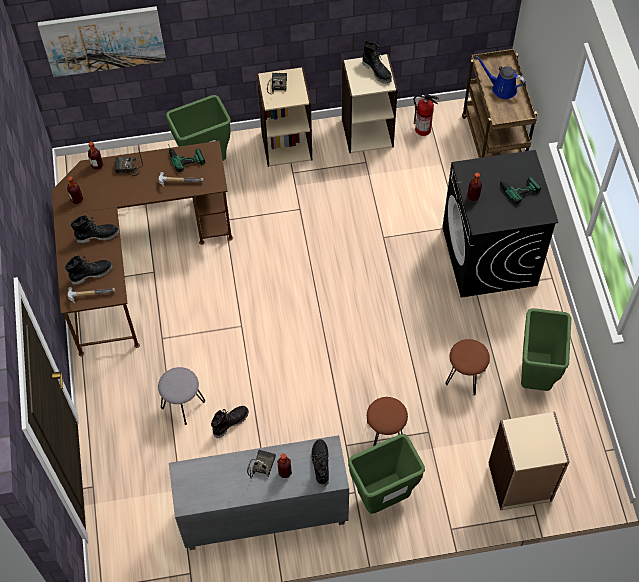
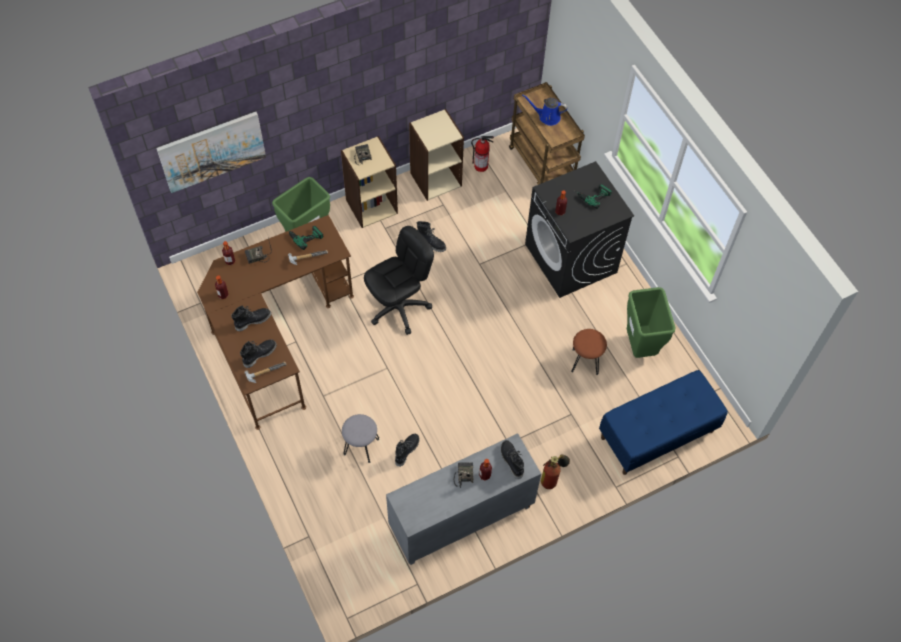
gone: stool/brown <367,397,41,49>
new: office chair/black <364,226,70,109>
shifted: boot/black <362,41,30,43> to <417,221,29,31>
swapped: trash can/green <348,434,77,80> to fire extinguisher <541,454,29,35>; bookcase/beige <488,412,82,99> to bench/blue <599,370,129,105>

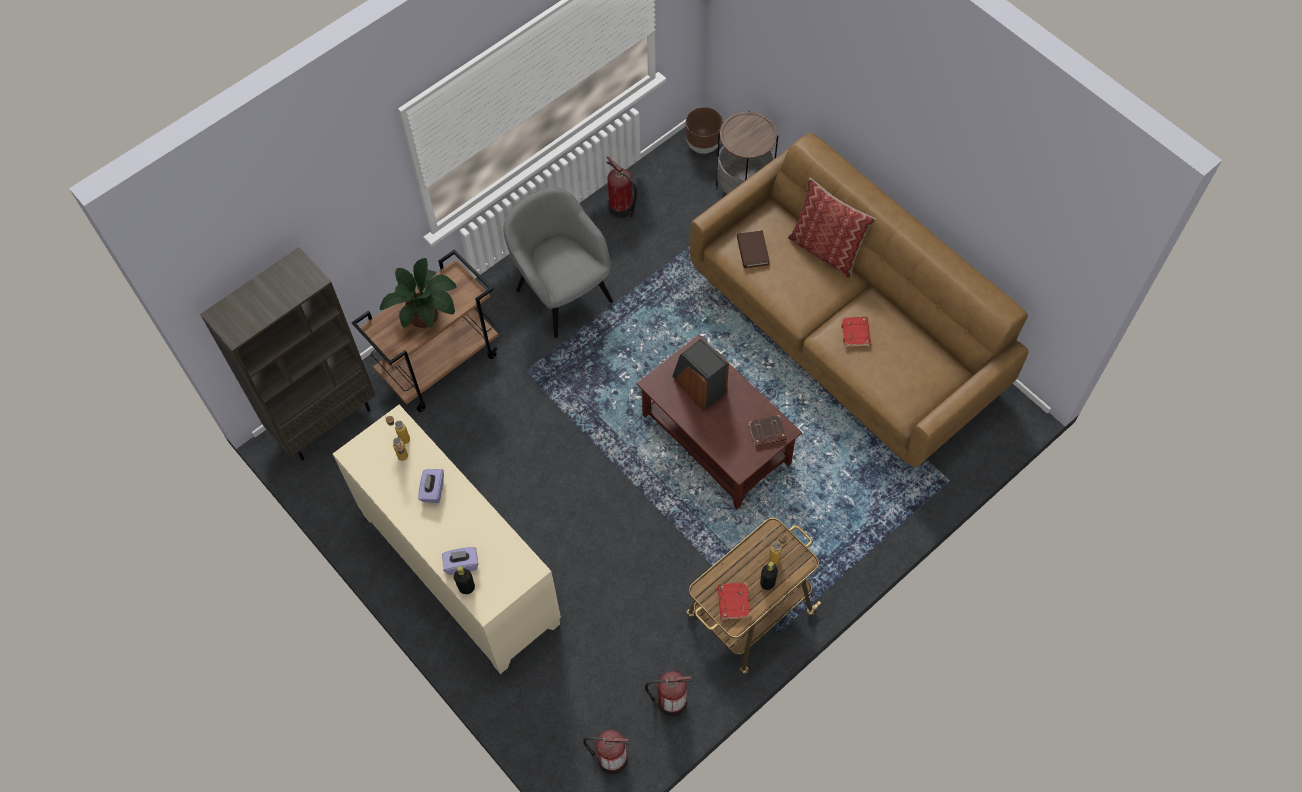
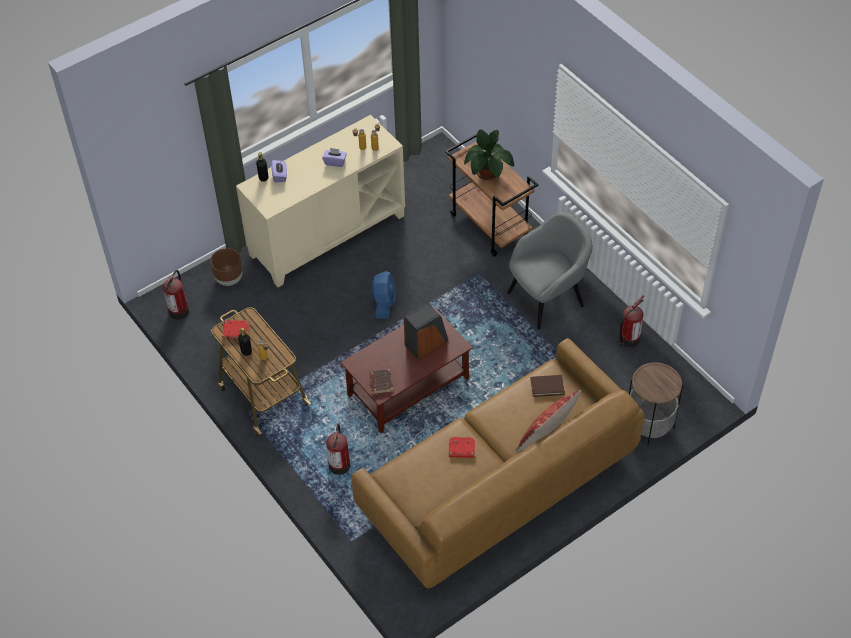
gone: bookcase/brown <200,247,176,214>
new: fan/blue <371,271,25,48>
shifted: planter/brown <685,107,38,47> to <210,248,33,38>; fire extinguisher <645,671,47,46> to <326,423,24,52>

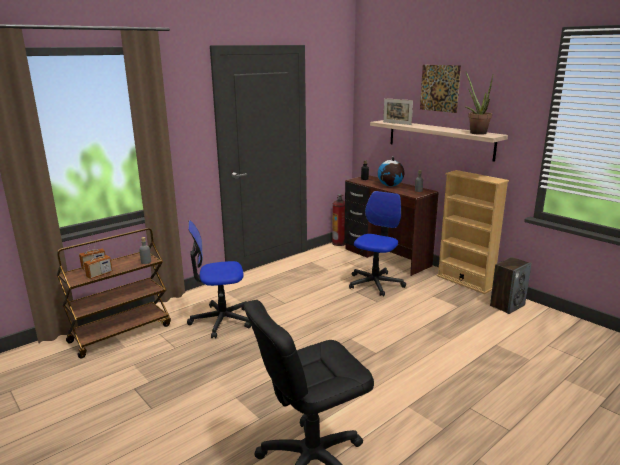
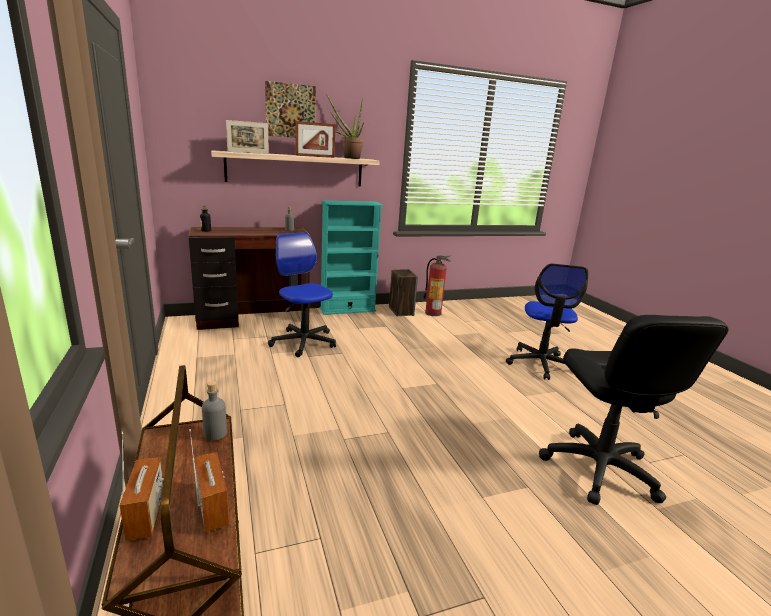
gone: globe <378,157,26,29>
new: picture frame <295,121,40,37>
shifted: fire extinguisher <332,194,13,52> to <423,255,27,61>; office chair <187,220,64,118> to <506,264,82,116>
repainted: bookcase/beige <437,170,72,124> to bookcase/turquoise <320,200,63,115>

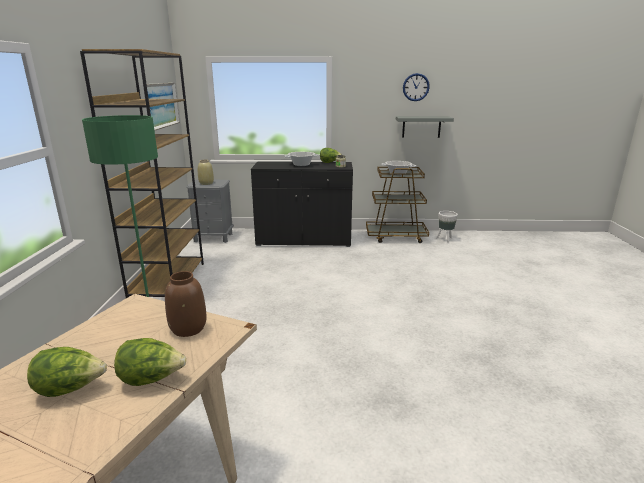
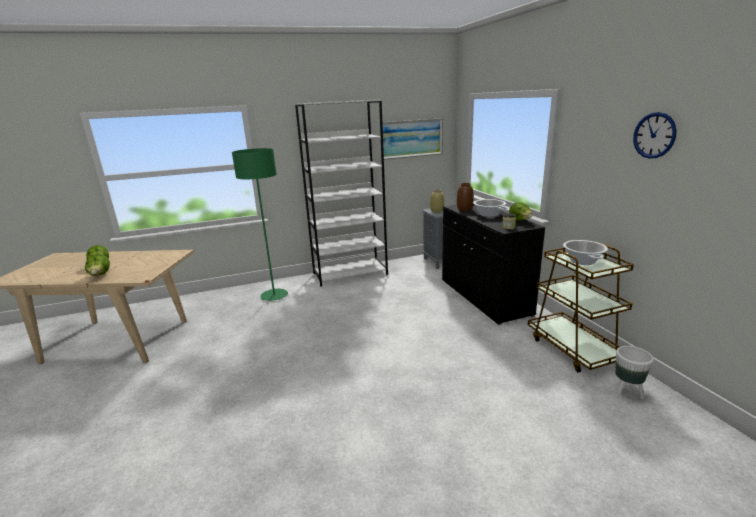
gone: shelf/grey <396,116,58,22>
shifted: vase/brown <165,271,42,66> to <457,183,17,28>
repainted: bookcase/brown <80,49,124,249> to bookcase/white <295,100,93,187>

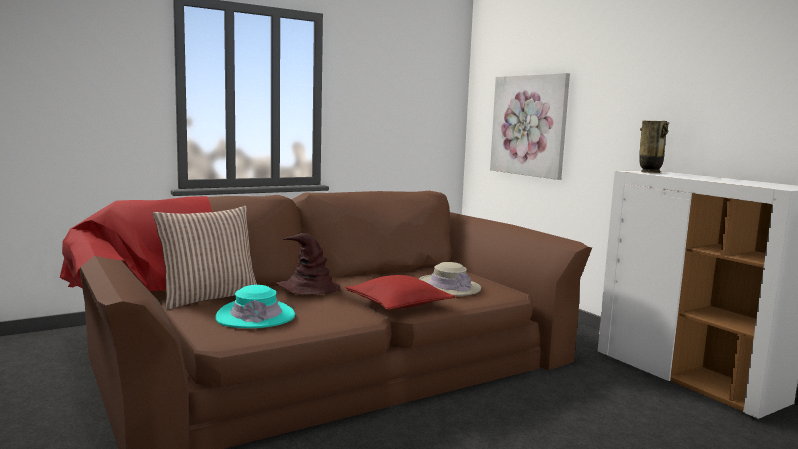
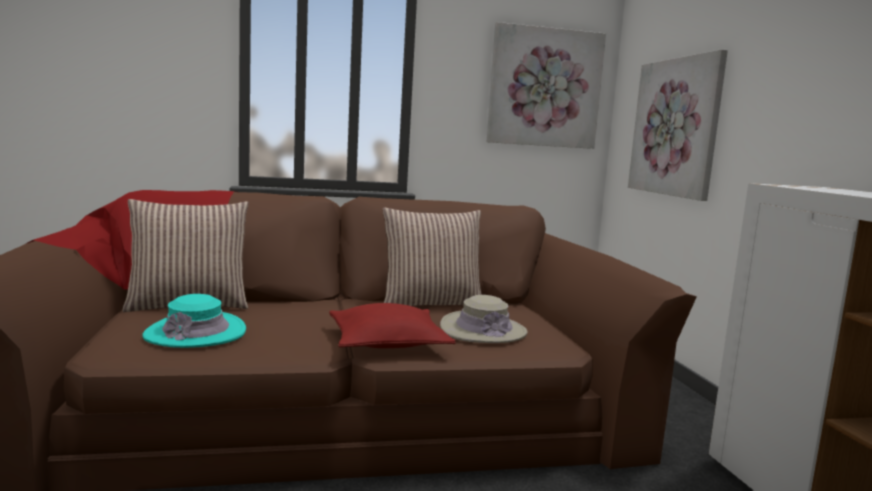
gone: hat/brown <276,233,64,62>; vase <639,121,30,52>
new: pillow <383,208,99,98>; picture <487,22,119,127>

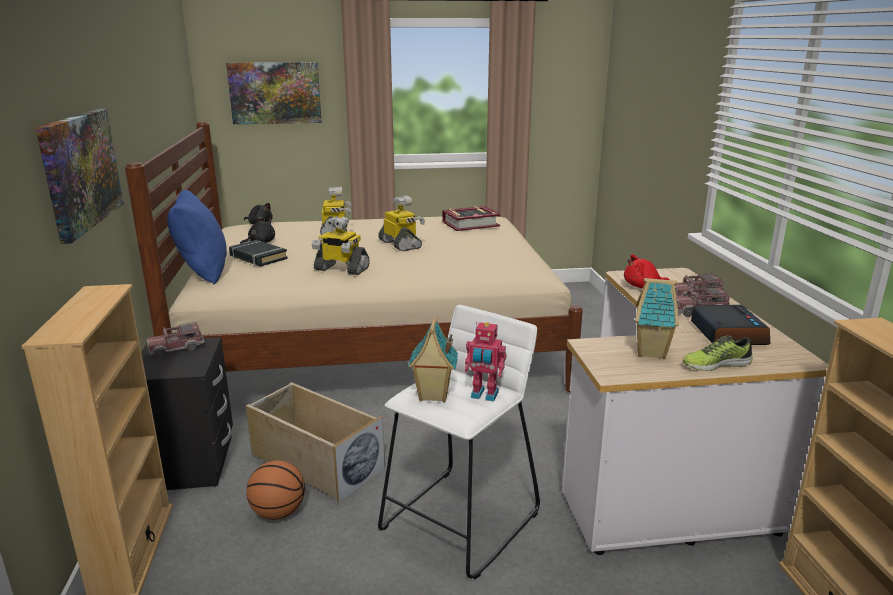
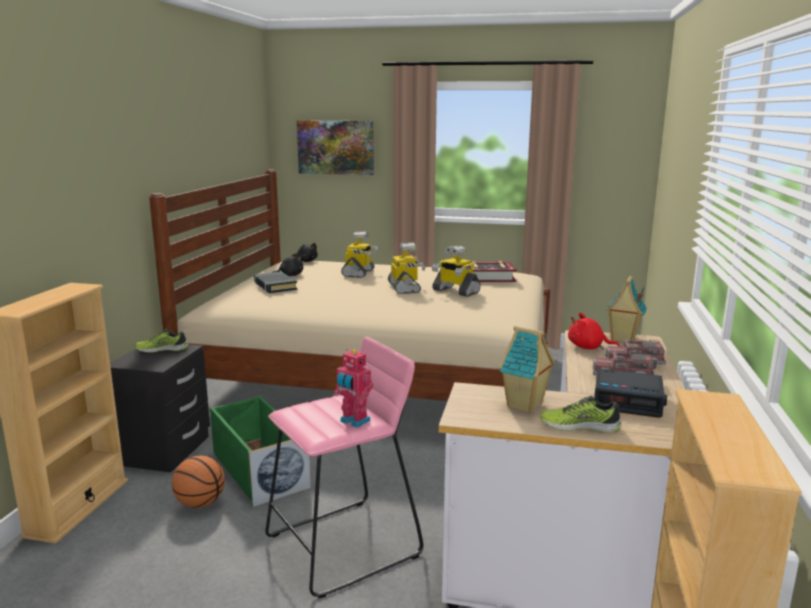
gone: picture <36,109,88,135>; pillow/blue <167,190,60,95>
shifted: toy robot <312,216,58,59> to <432,245,49,52>; toy house <408,317,50,85> to <605,276,42,65>
swapped: toy truck <147,322,58,35> to shoe <135,329,54,24>
repainted: storage box/beige <246,382,139,121> to storage box/green <210,396,101,111>; stool/white <378,305,162,274> to stool/pink <265,337,158,261>
rotated: alarm clock <691,305,79,40> = <594,368,73,50> 90 degrees clockwise

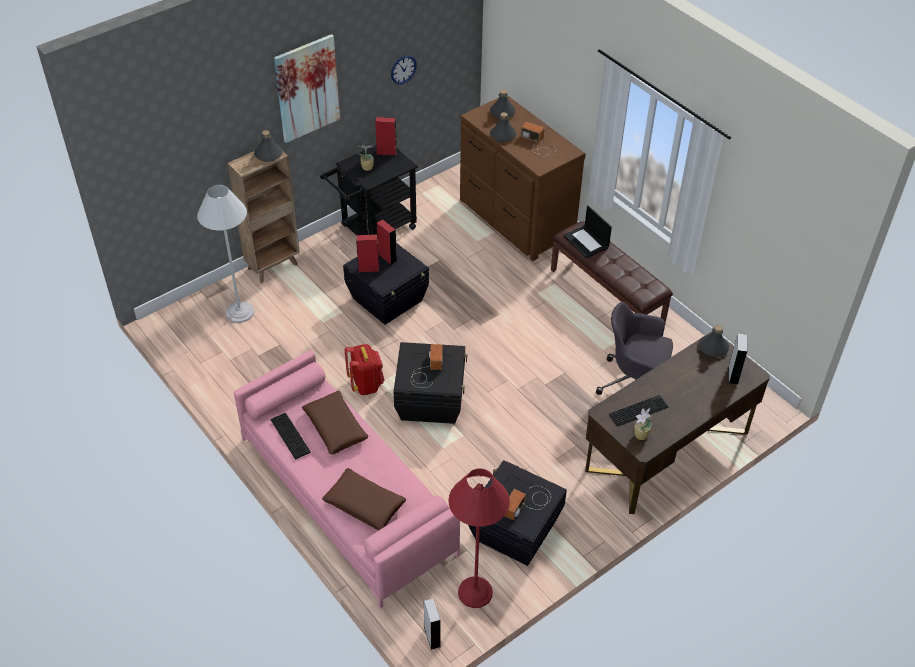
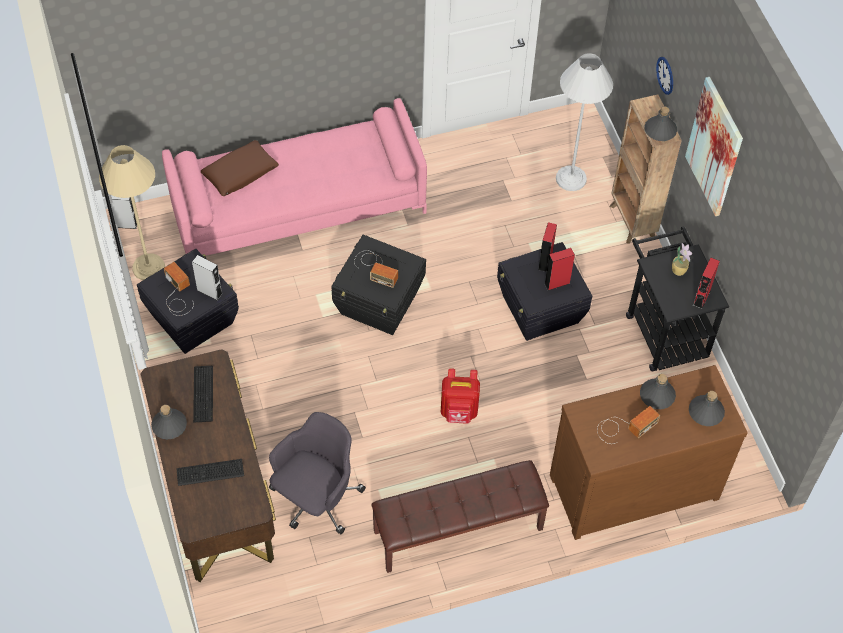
gone: pillow/brown <302,391,67,64>; laptop <563,205,49,53>; potted plant <634,408,18,32>
shifted: bottle/grey <699,325,30,32> to <151,405,36,35>; keyboard <271,413,40,47> to <176,459,68,27>; speaker/grey <728,334,19,51> to <192,255,31,46>; backpack/red <345,344,40,51> to <441,368,39,56>; wall clock <391,56,26,28> to <656,57,17,38>
repainted: floor lamp/red <448,468,62,140> to floor lamp/beige <99,145,66,136>

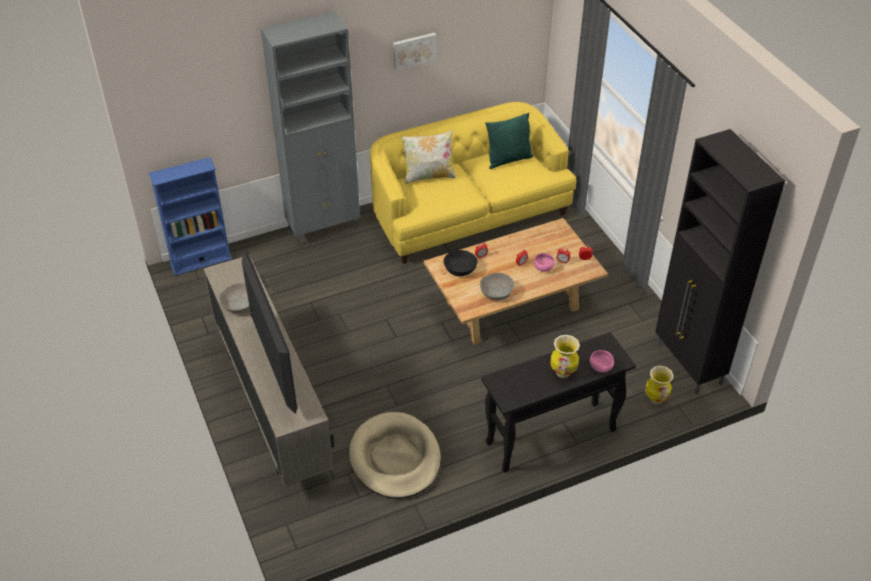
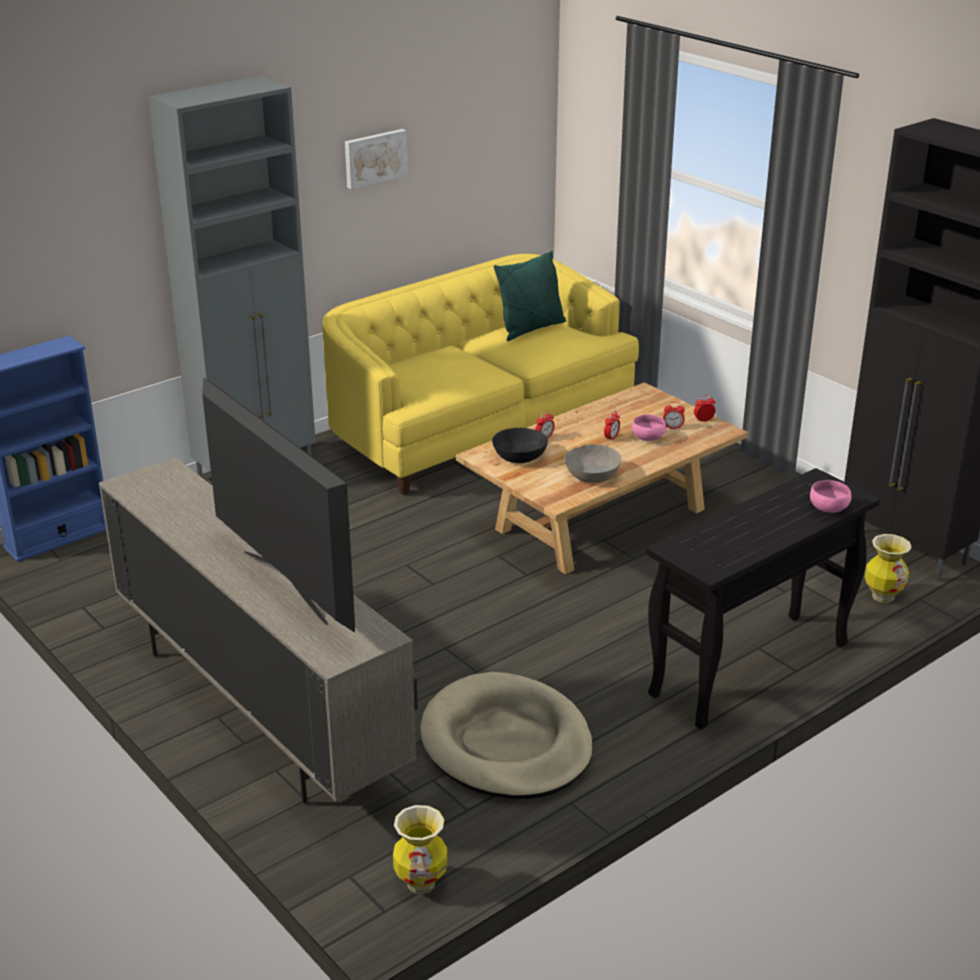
gone: bowl/grey <219,283,31,31>; pillow <402,130,54,54>
shifted: vase <550,335,30,43> to <393,805,54,89>

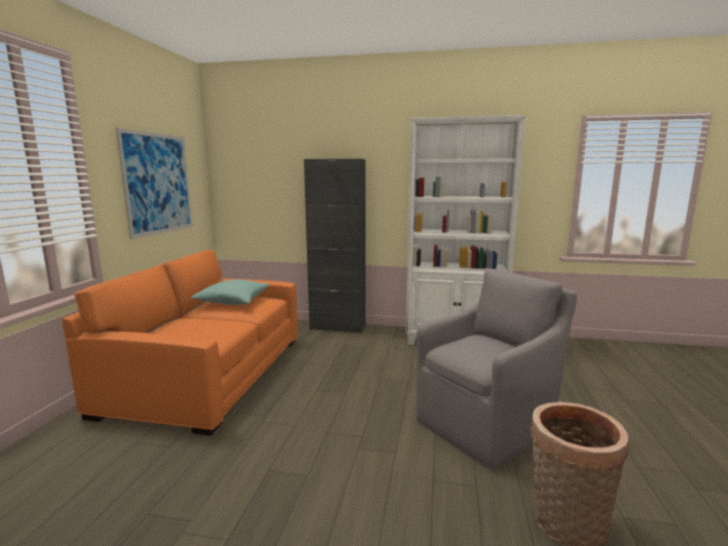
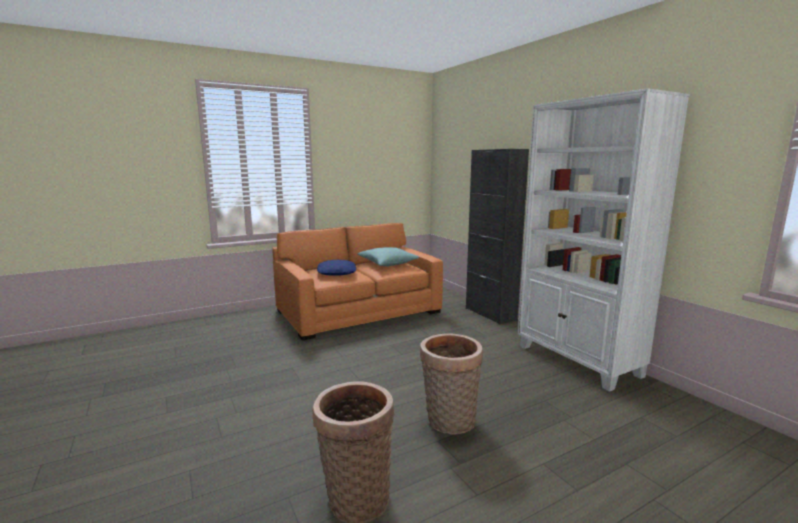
gone: picture <116,128,77,111>
new: pillow/blue <317,260,39,16>
swapped: armchair/grey <416,269,161,201> to basket <420,333,63,102>

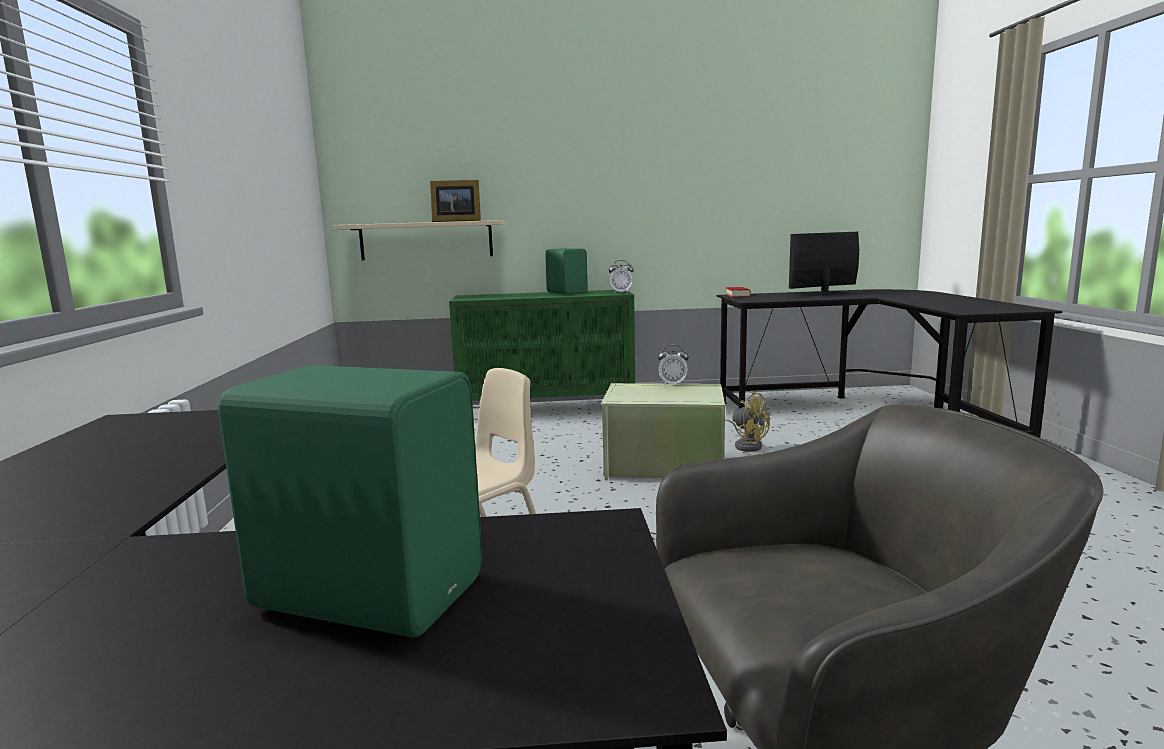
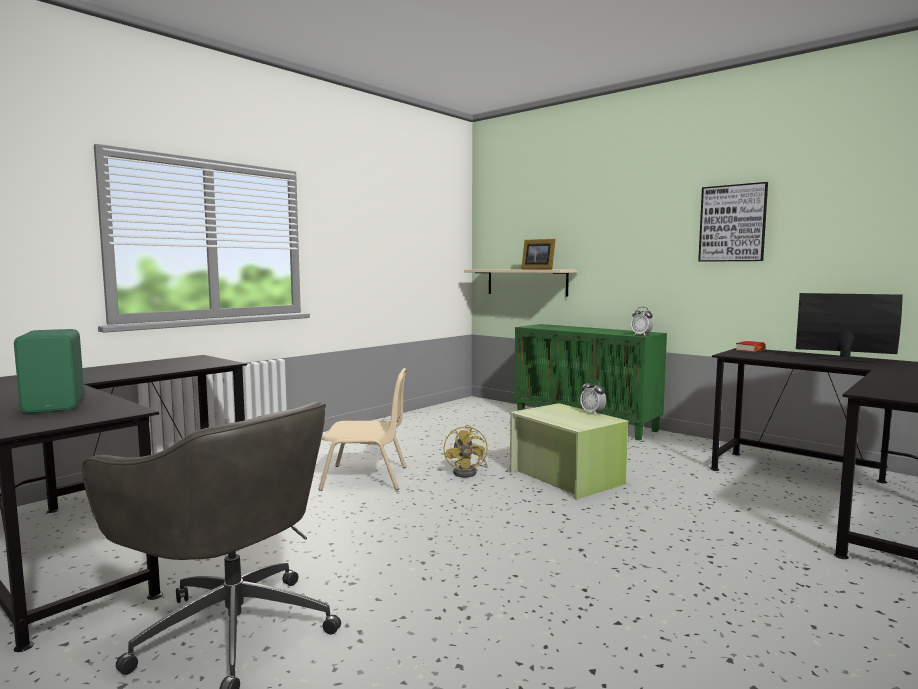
gone: speaker/green <545,248,43,47>
new: picture <698,182,70,80>
shifted: fan/yellow <725,391,45,61> to <444,425,44,53>

